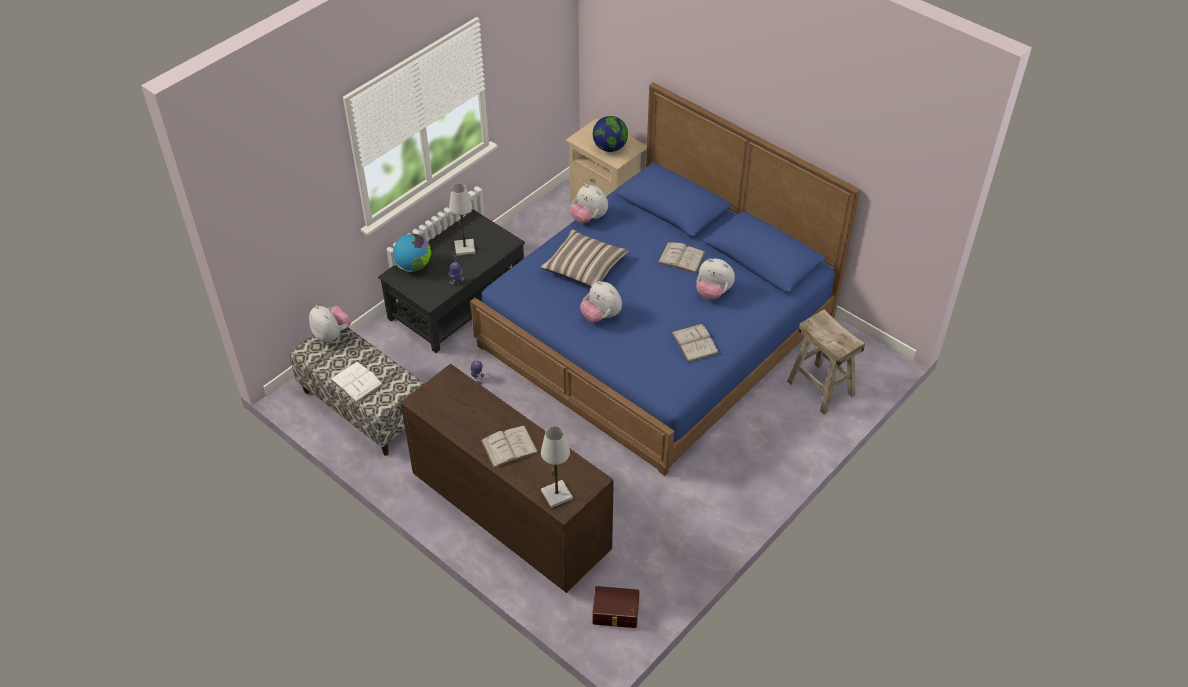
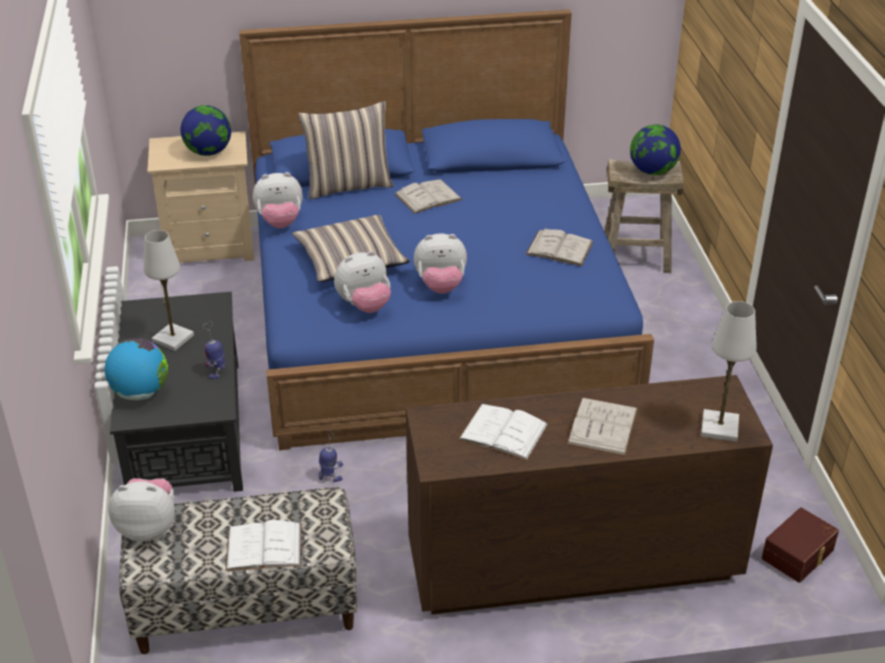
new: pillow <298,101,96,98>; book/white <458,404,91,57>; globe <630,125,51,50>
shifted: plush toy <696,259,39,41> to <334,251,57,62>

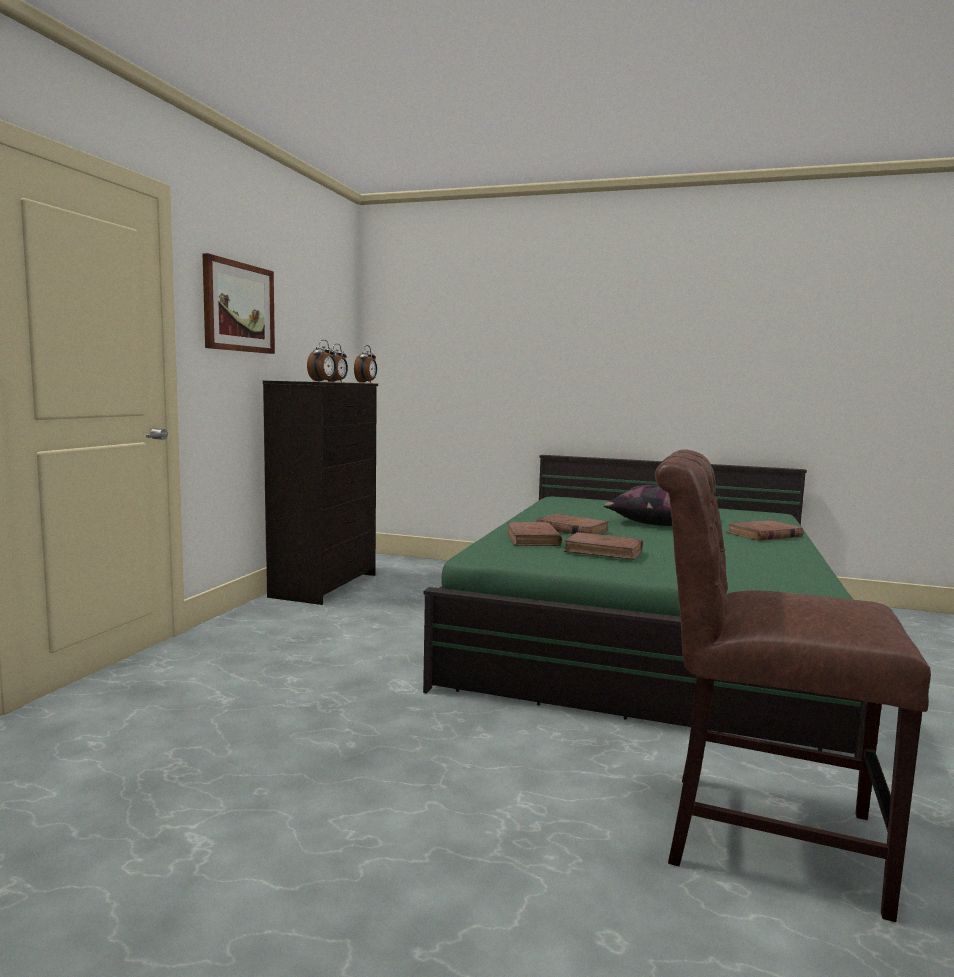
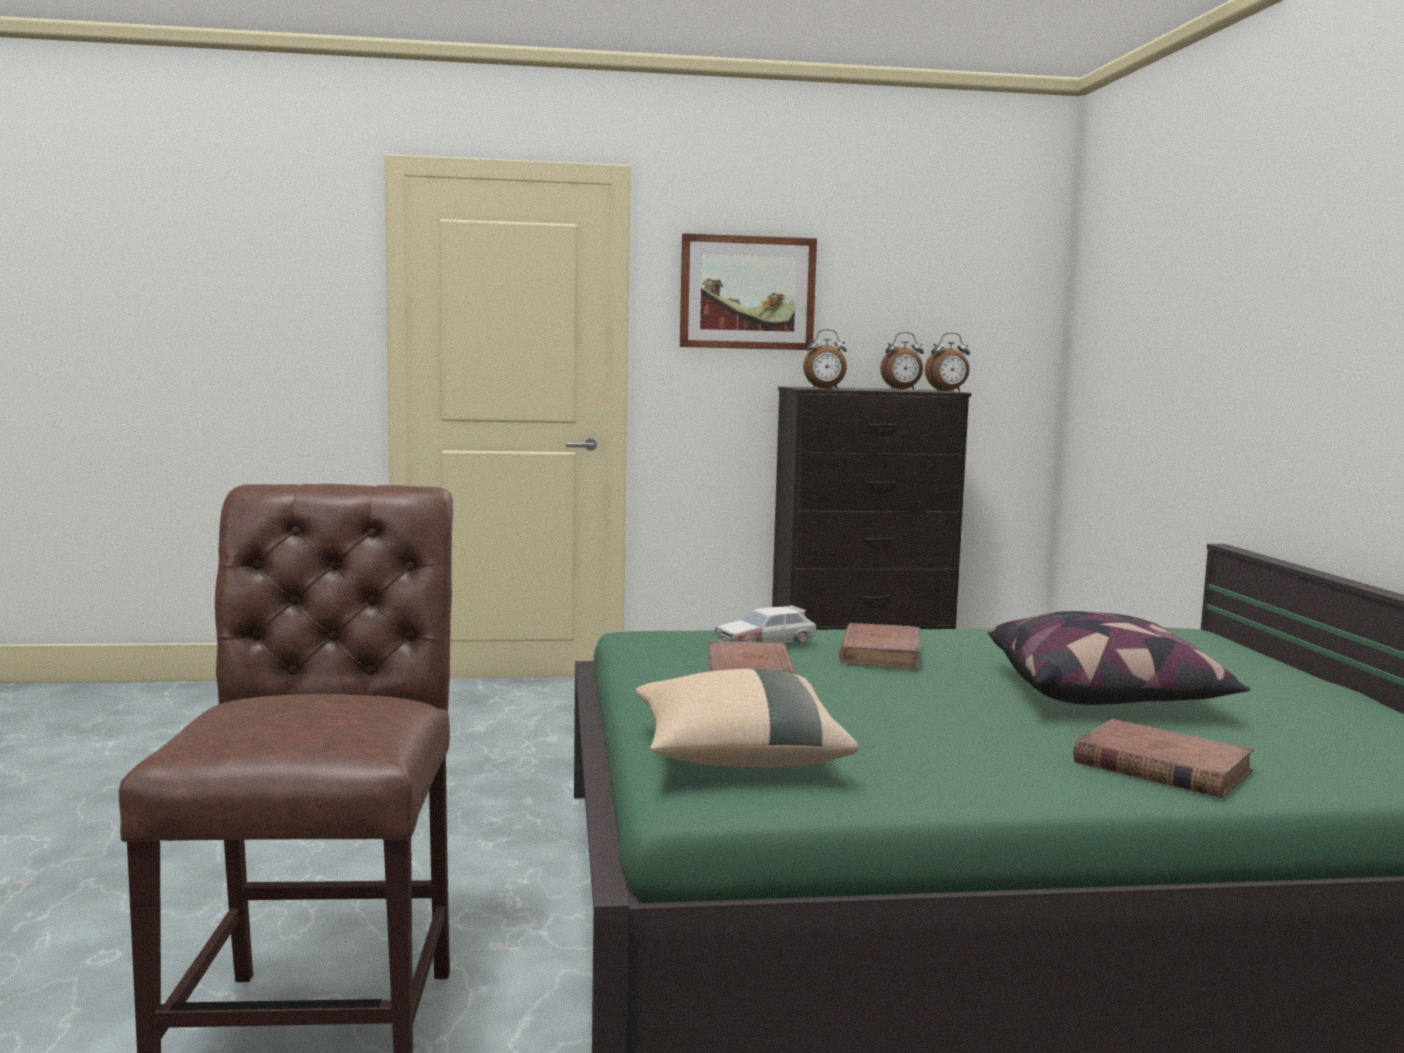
new: pillow/beige <635,669,224,98>
swapped: book/brown <507,522,55,24> to toy car <715,605,101,38>

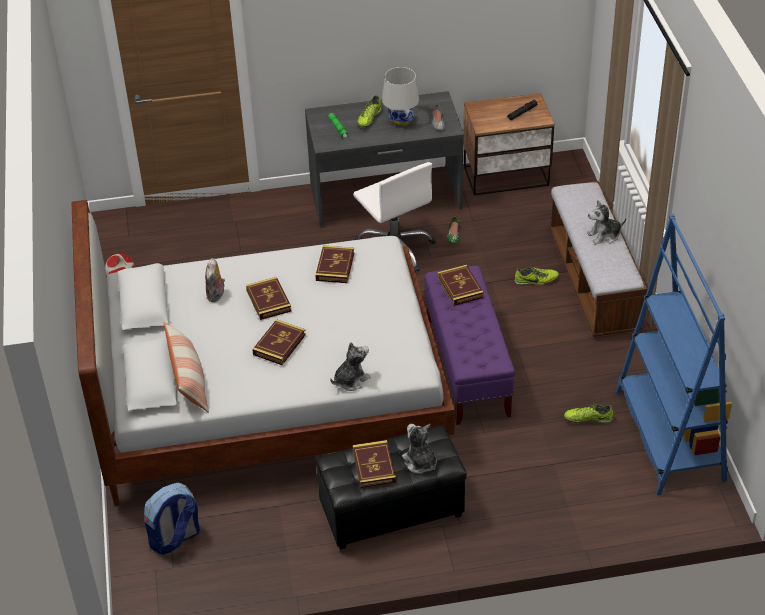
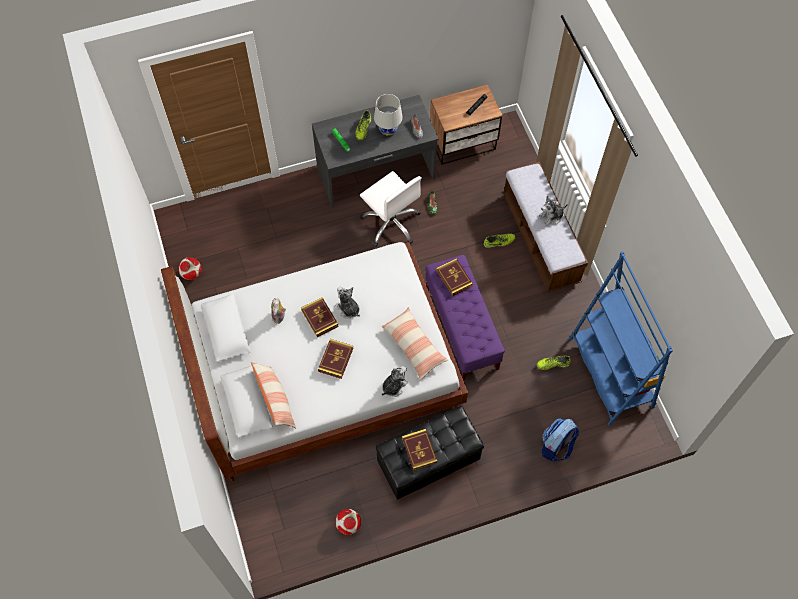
gone: book <315,245,39,38>
new: football <335,509,26,26>; pillow <382,307,66,73>
shifted: plush toy <402,424,35,50> to <335,287,25,32>; backpack <144,483,56,72> to <542,418,37,43>

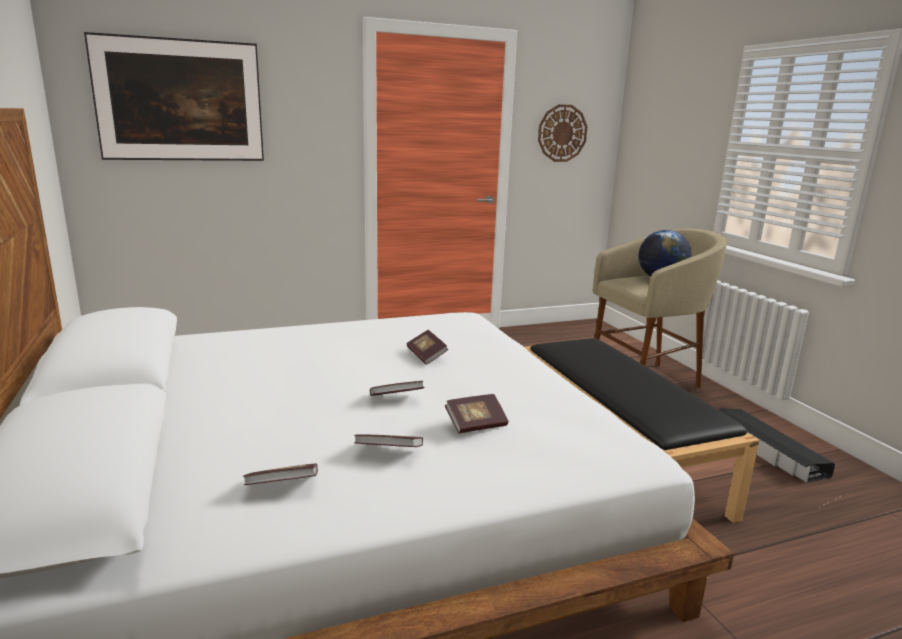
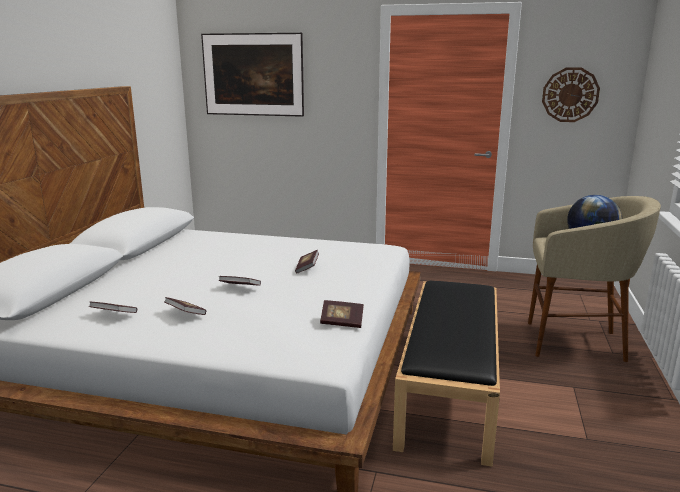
gone: storage box/black <718,408,117,75>
shifted: book <445,394,63,39> to <320,300,44,28>

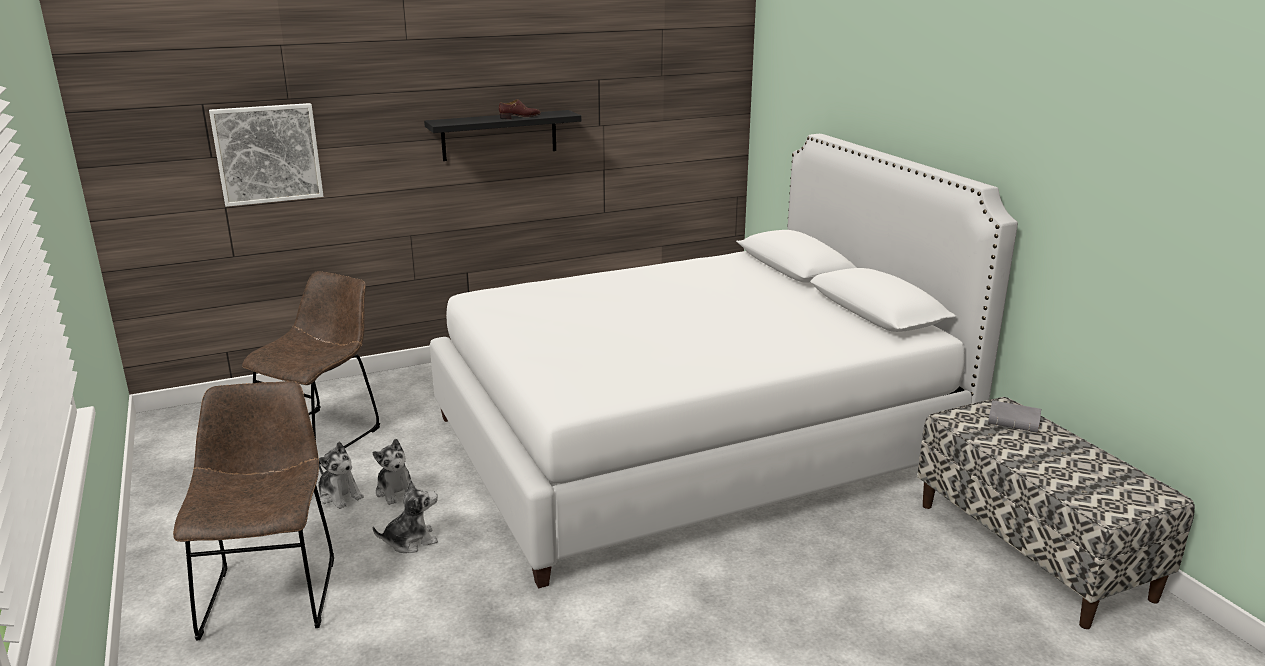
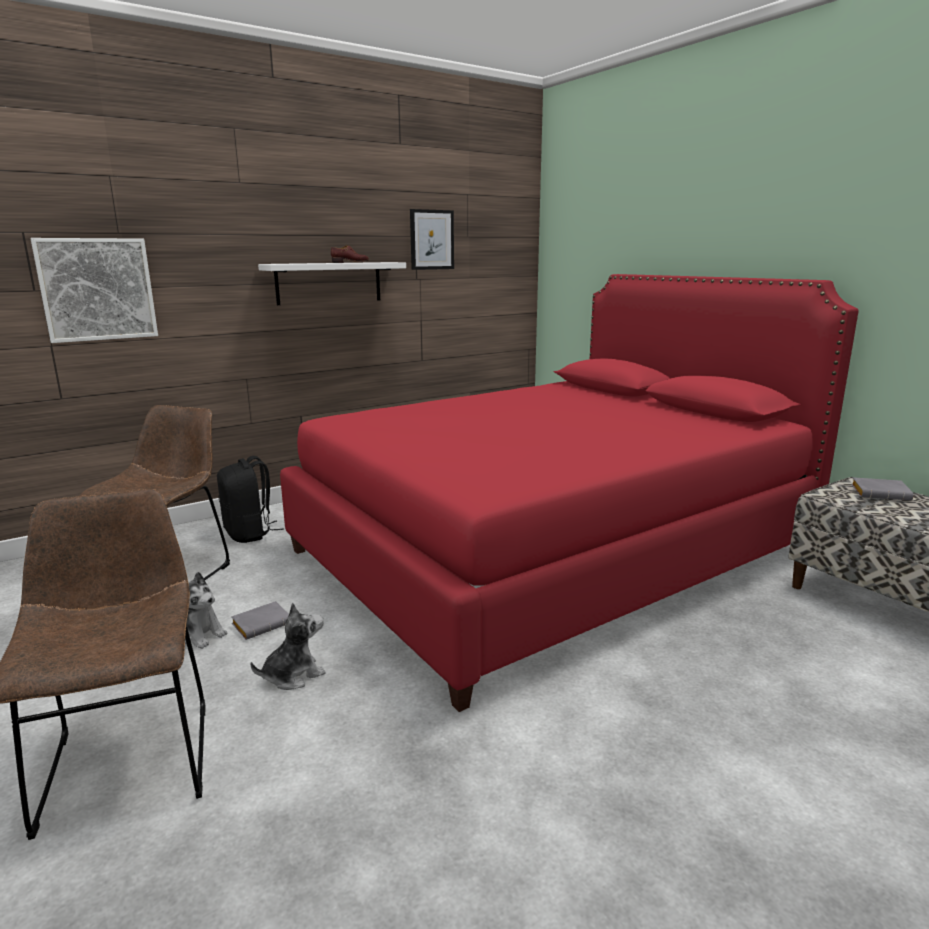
new: backpack/black <217,456,67,87>; picture <410,209,44,61>
swapped: plush toy <373,439,42,66> to book/grey <231,601,58,39>
repainted: shelf/black <424,110,157,51> to shelf/white <258,262,148,43>; bed/white <430,134,588,455> to bed/red <280,274,579,438>

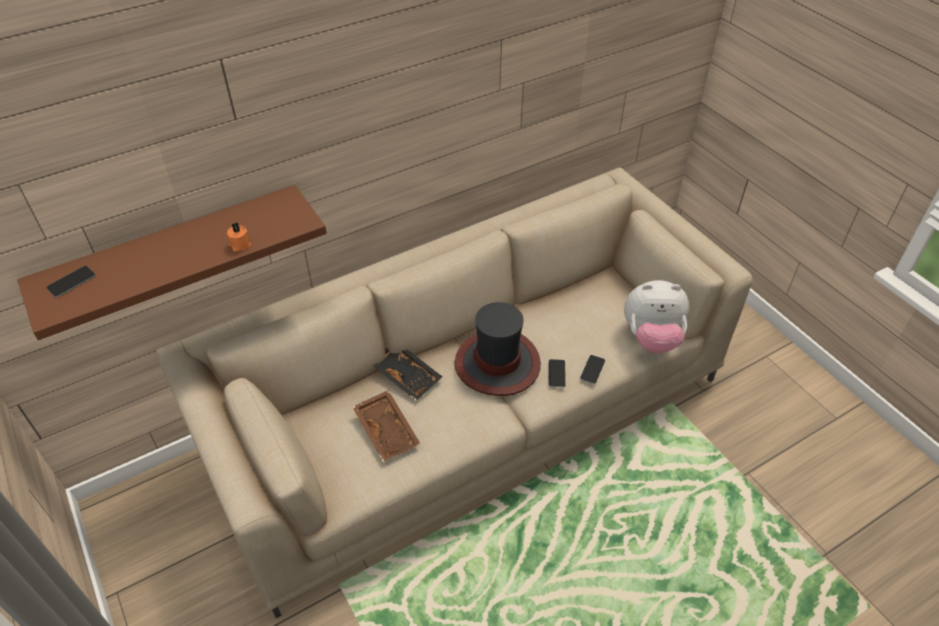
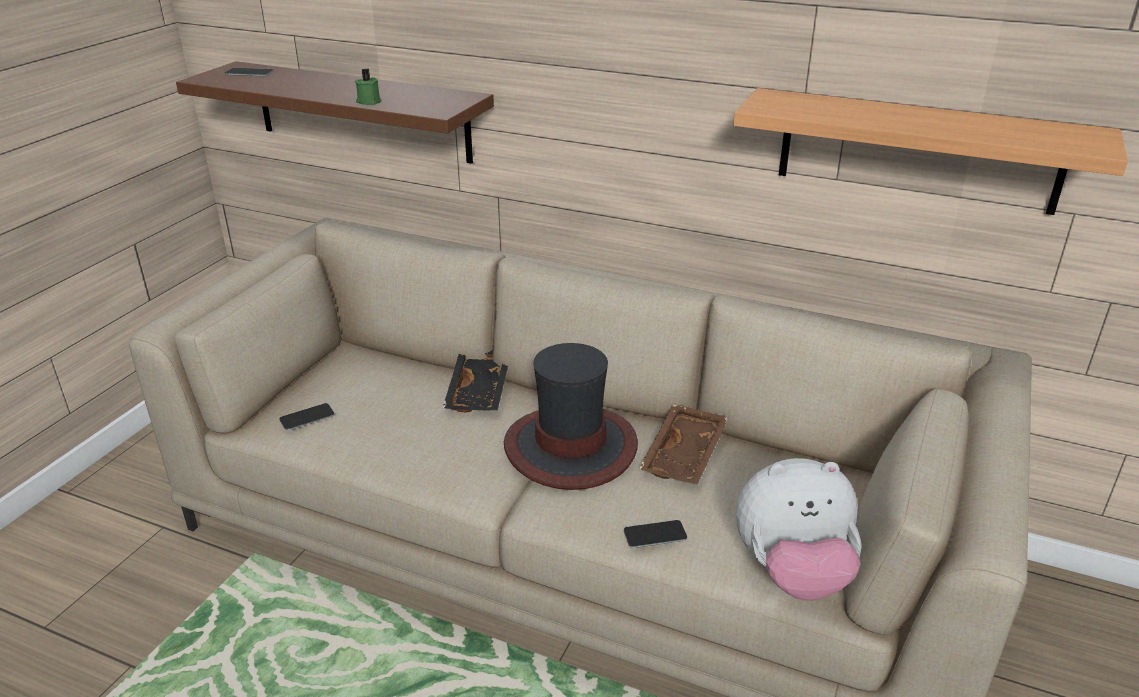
new: shelf <733,88,395,127>
shifted: phone <549,359,17,28> to <279,403,56,27>; tray/brown <353,390,67,72> to <639,404,89,80>
repainted: candle/orange <227,223,24,29> to candle/green <355,69,27,36>
rotated: plush toy <624,280,65,74> = <736,458,126,143> 60 degrees counterclockwise

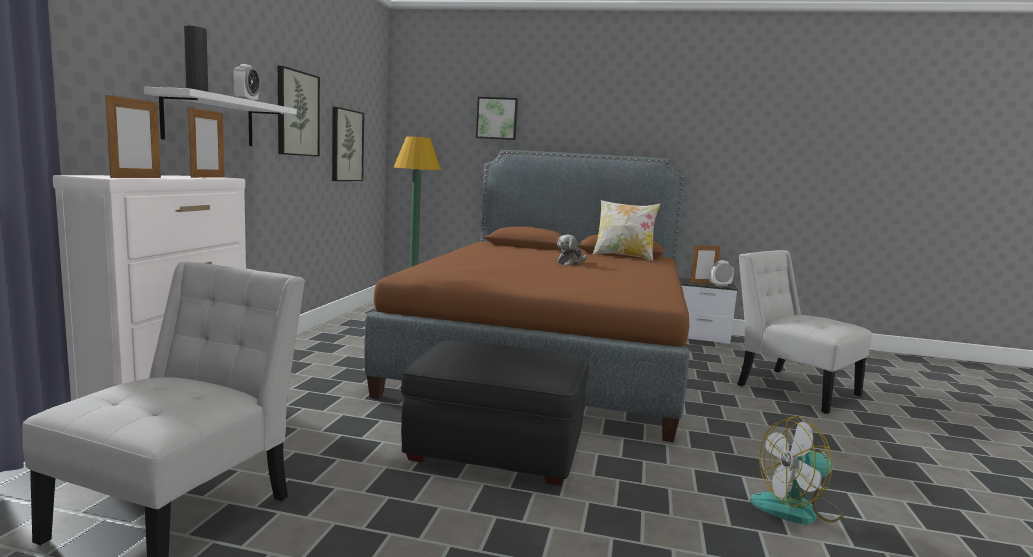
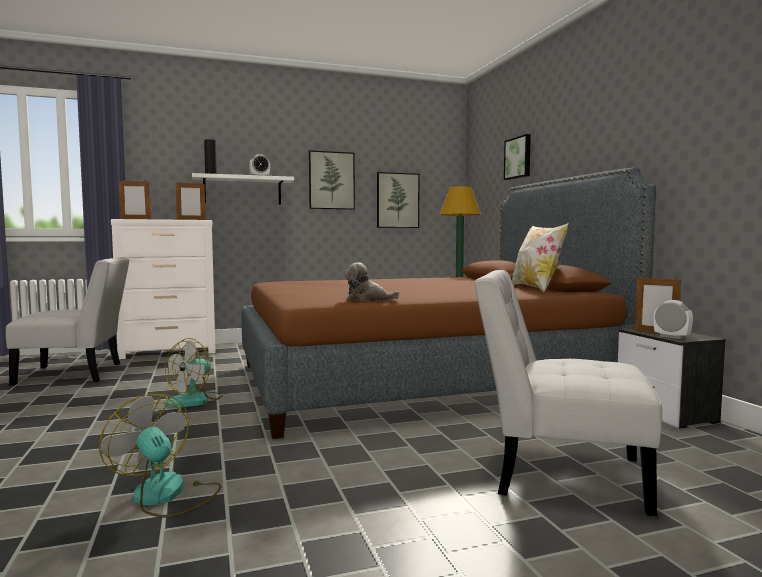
shifted: plush toy <557,235,30,31> to <344,262,55,39>
swapped: ottoman/black <401,340,188,146> to fan <164,338,59,69>
rotated: chair/white <737,250,135,164> = <474,270,188,246> 90 degrees counterclockwise

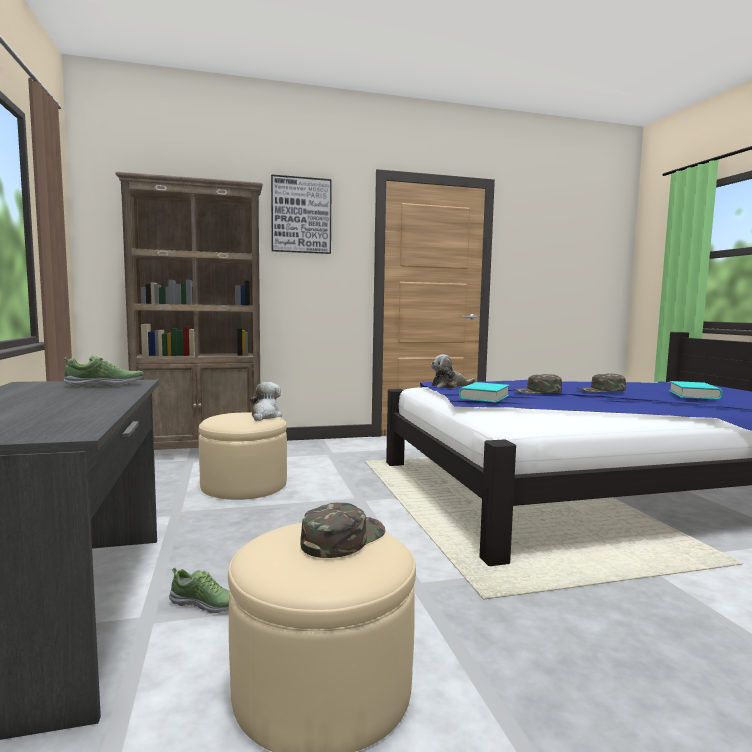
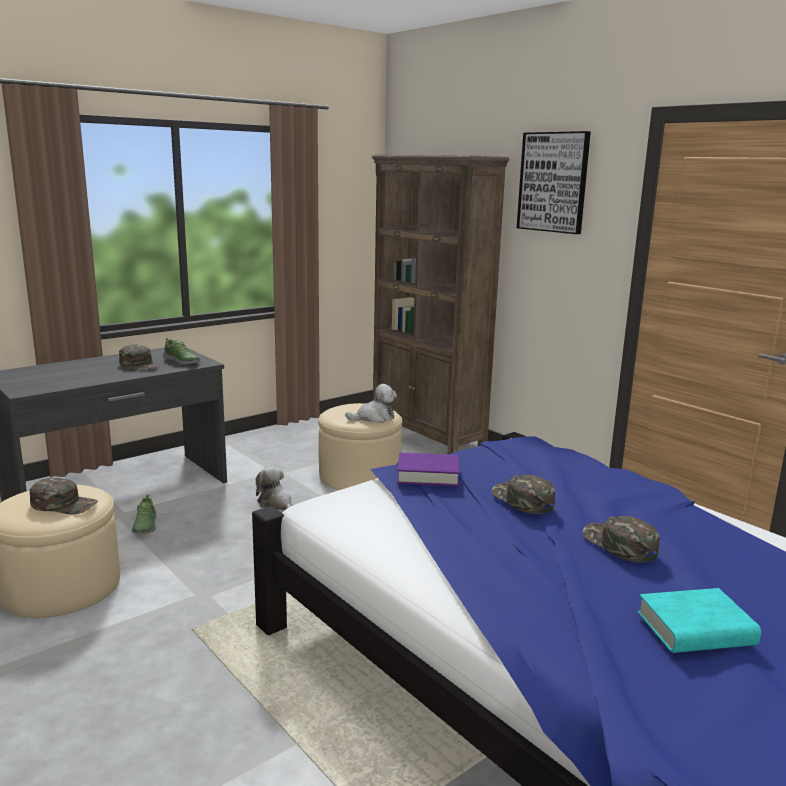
new: cap/green <119,344,40,27>
shifted: plush toy <431,354,44,34> to <256,467,37,43>
repainted: book/turquoise <459,382,50,21> to book/purple <397,453,63,33>

